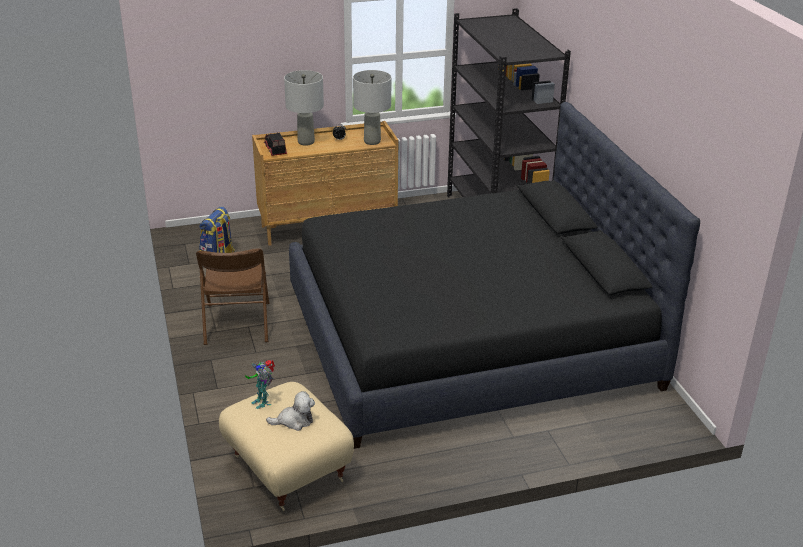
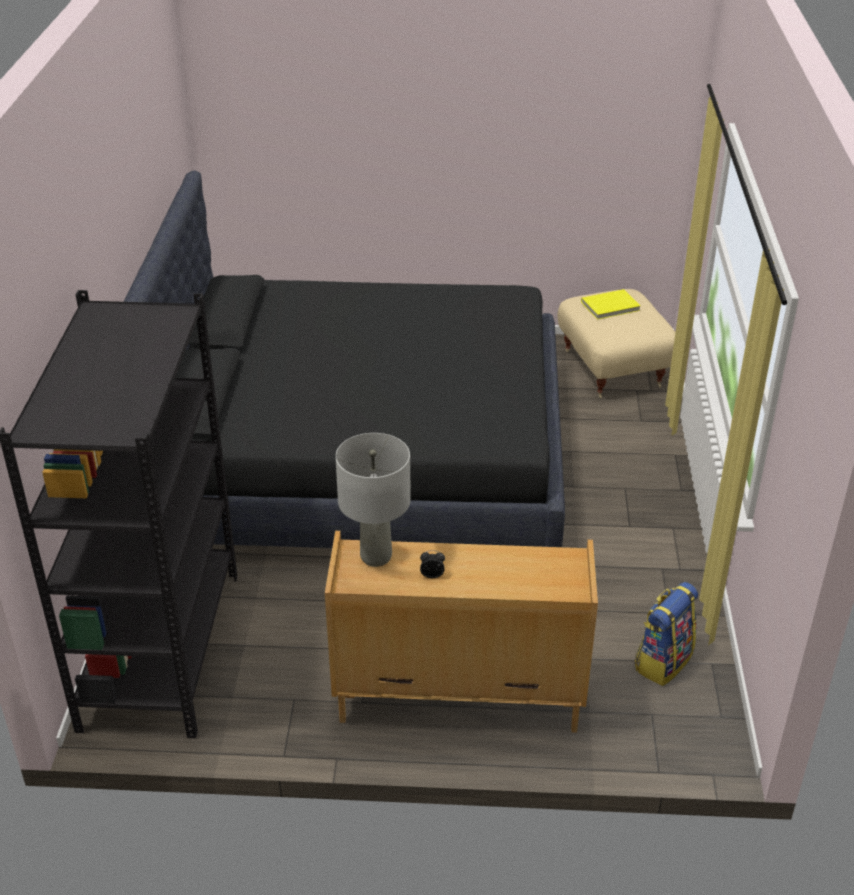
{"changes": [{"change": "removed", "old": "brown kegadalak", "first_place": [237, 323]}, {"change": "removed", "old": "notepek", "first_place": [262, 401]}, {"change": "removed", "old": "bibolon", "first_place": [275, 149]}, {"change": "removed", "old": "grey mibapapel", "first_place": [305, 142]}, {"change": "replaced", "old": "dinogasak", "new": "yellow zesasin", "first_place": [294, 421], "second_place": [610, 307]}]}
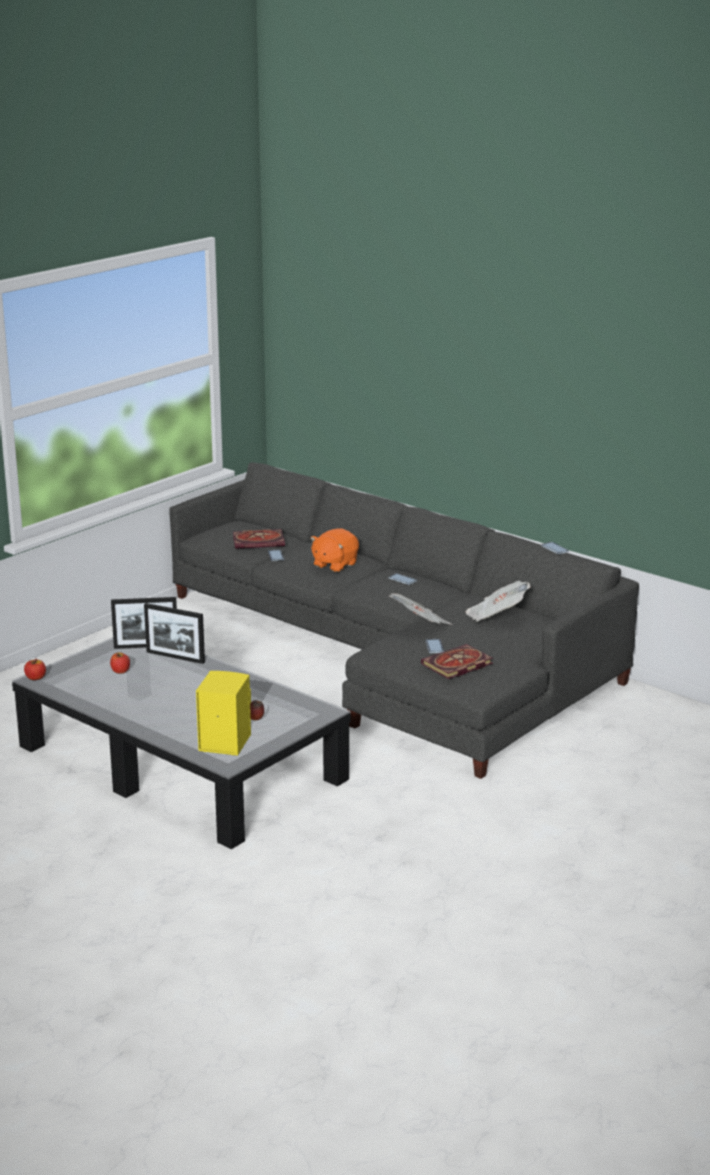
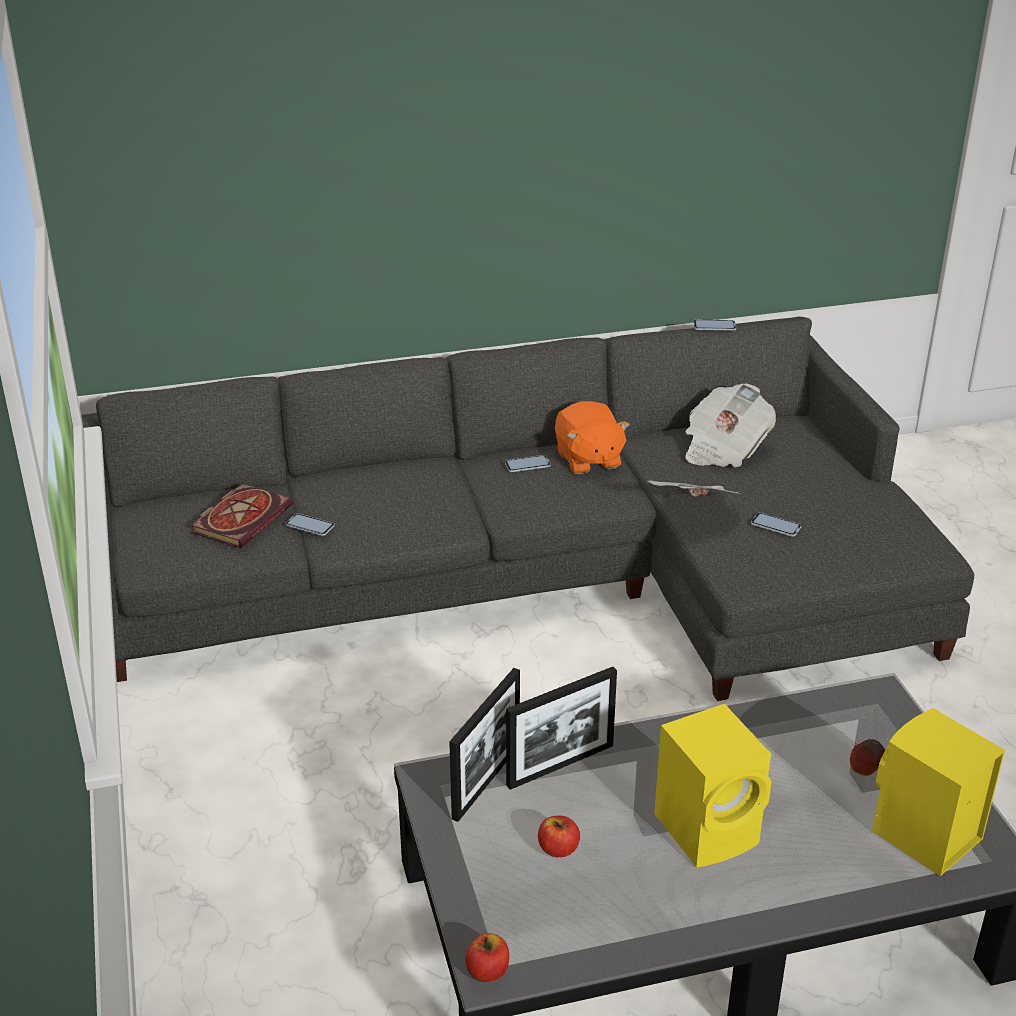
{"changes": [{"change": "removed", "old": "zesasin", "first_place": [456, 665]}, {"change": "added", "new": "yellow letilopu", "second_place": [710, 829]}, {"change": "moved", "old": "orange dinogasak", "first_place": [334, 565], "second_place": [588, 460]}]}
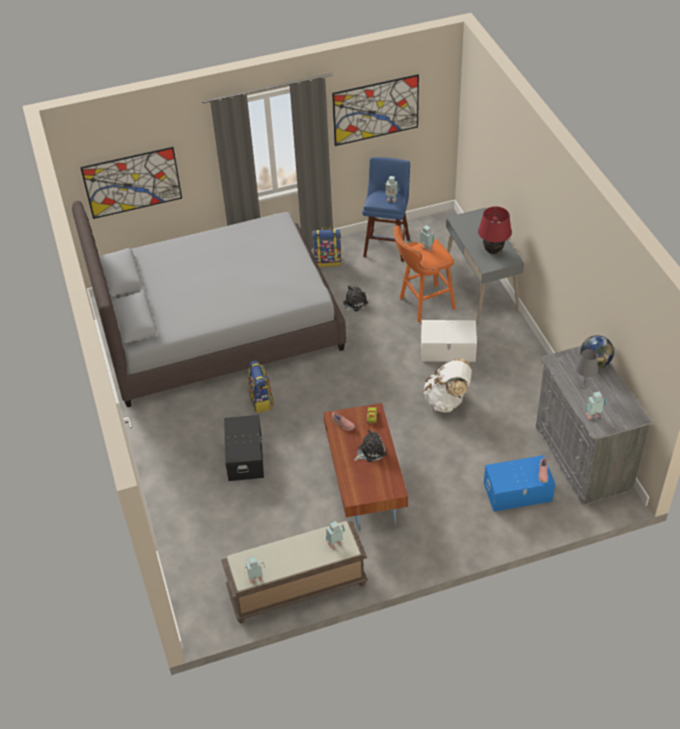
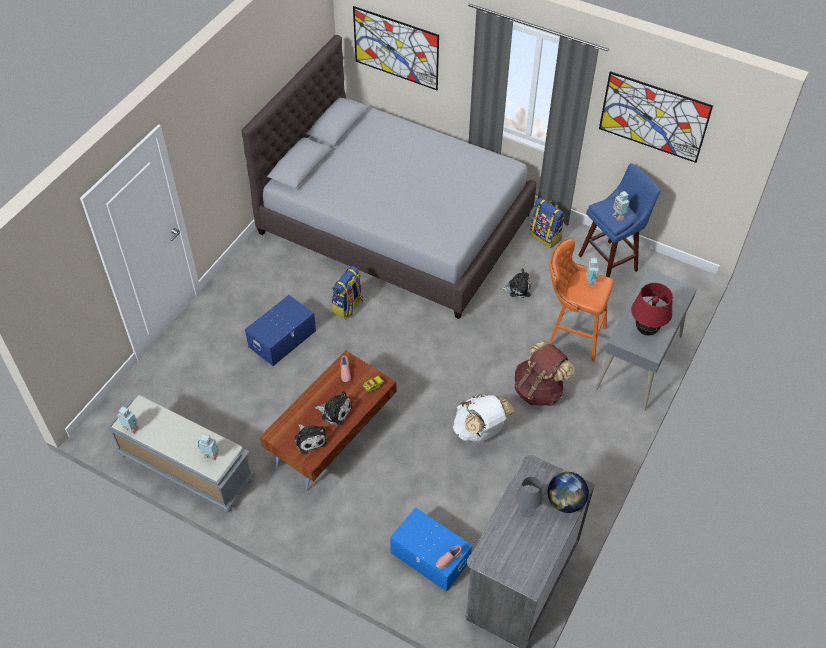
{"changes": [{"change": "removed", "old": "notepek", "first_place": [593, 416]}, {"change": "added", "new": "dinogasak", "second_place": [310, 439]}, {"change": "replaced", "old": "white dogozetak", "new": "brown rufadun", "first_place": [448, 350], "second_place": [539, 390]}, {"change": "recoloured", "old": "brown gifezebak", "new": "grey gifezebak", "first_place": [296, 588], "second_place": [185, 468]}, {"change": "recoloured", "old": "black dogozetak", "new": "blue dogozetak", "first_place": [246, 456], "second_place": [283, 339]}]}
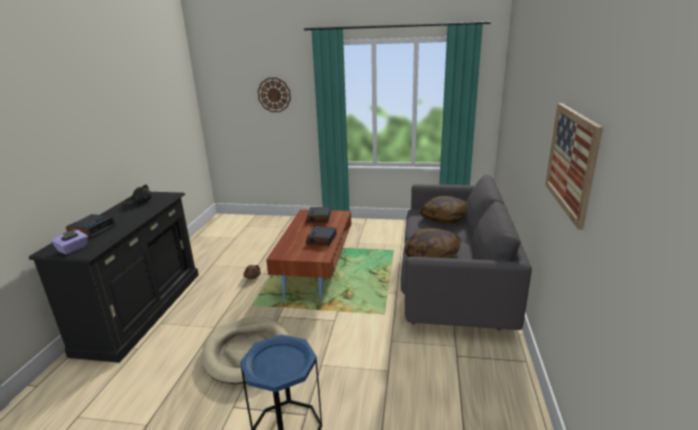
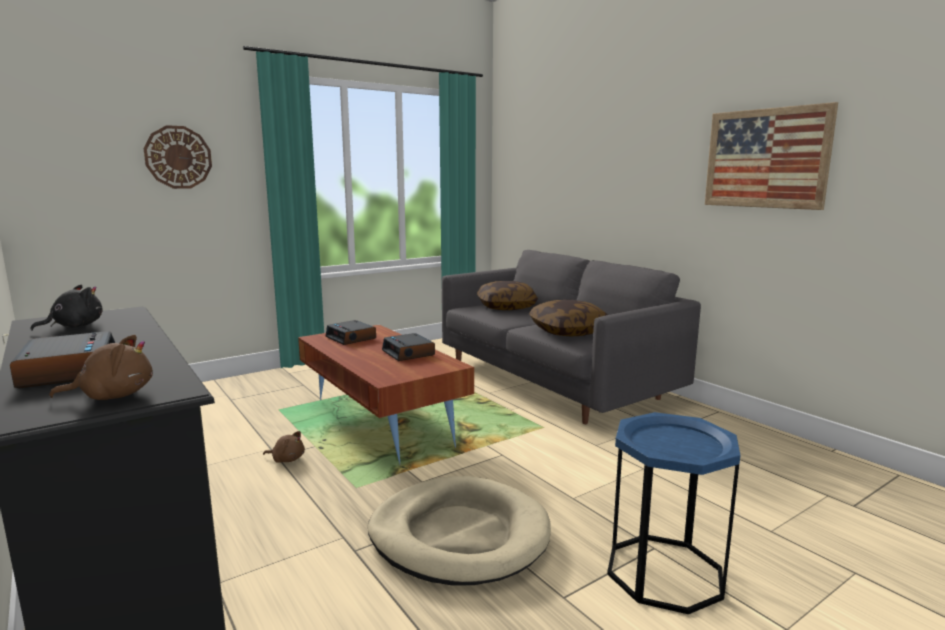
{"changes": [{"change": "replaced", "old": "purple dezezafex", "new": "brown dinogasak", "first_place": [73, 249], "second_place": [113, 396]}]}
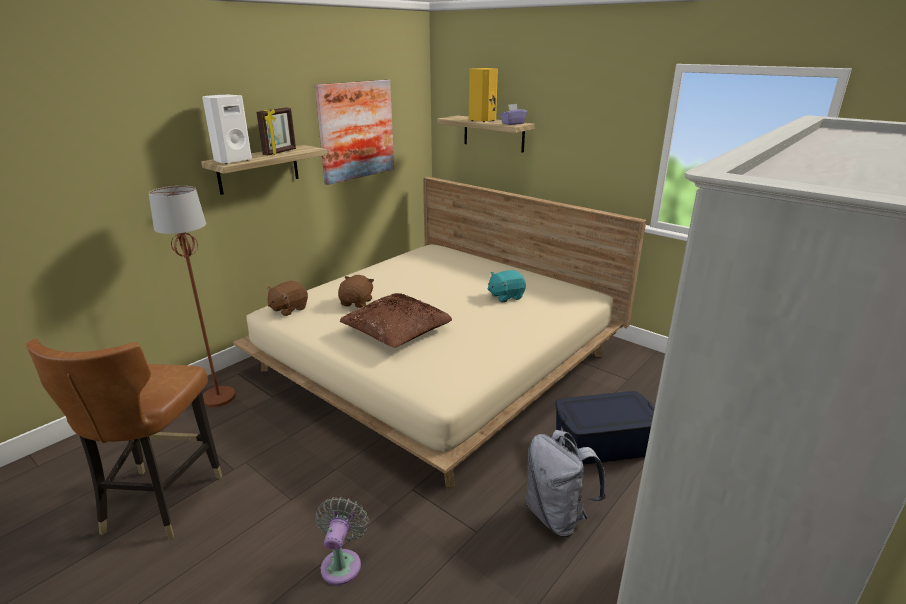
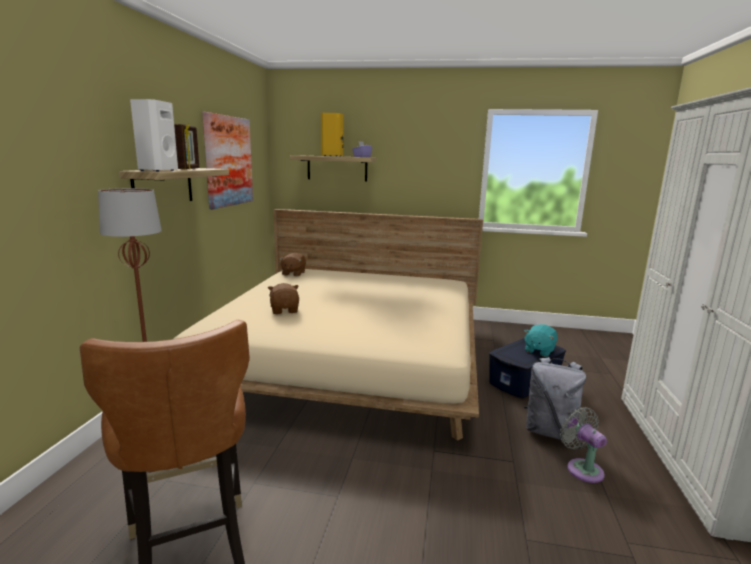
{"changes": [{"change": "removed", "old": "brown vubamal", "first_place": [396, 331]}, {"change": "moved", "old": "brown dinogasak", "first_place": [288, 309], "second_place": [293, 273]}, {"change": "moved", "old": "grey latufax", "first_place": [342, 563], "second_place": [582, 468]}, {"change": "moved", "old": "turquoise dinogasak", "first_place": [505, 296], "second_place": [538, 351]}]}
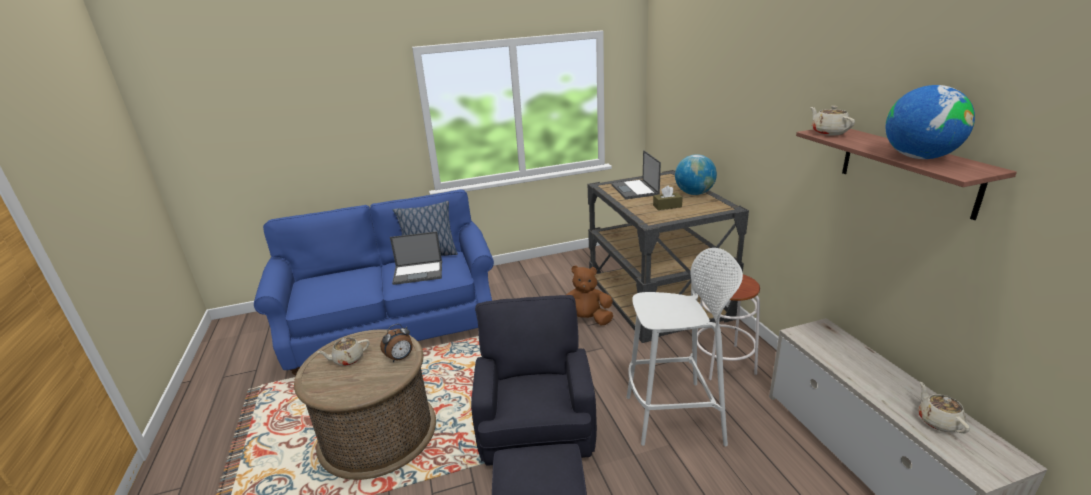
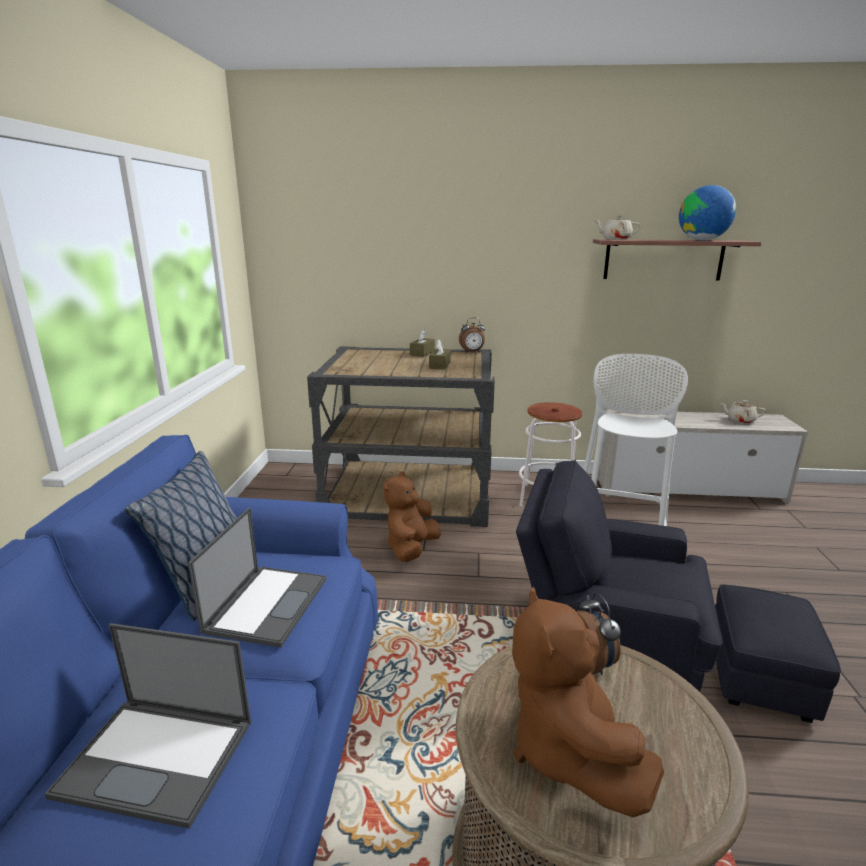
{"changes": [{"change": "added", "new": "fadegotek", "second_place": [472, 352]}, {"change": "moved", "old": "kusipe", "first_place": [635, 190], "second_place": [159, 757]}, {"change": "replaced", "old": "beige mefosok", "new": "brown dinogasak", "first_place": [348, 359], "second_place": [567, 750]}, {"change": "replaced", "old": "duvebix", "new": "brown dezezafex", "first_place": [694, 193], "second_place": [422, 353]}]}
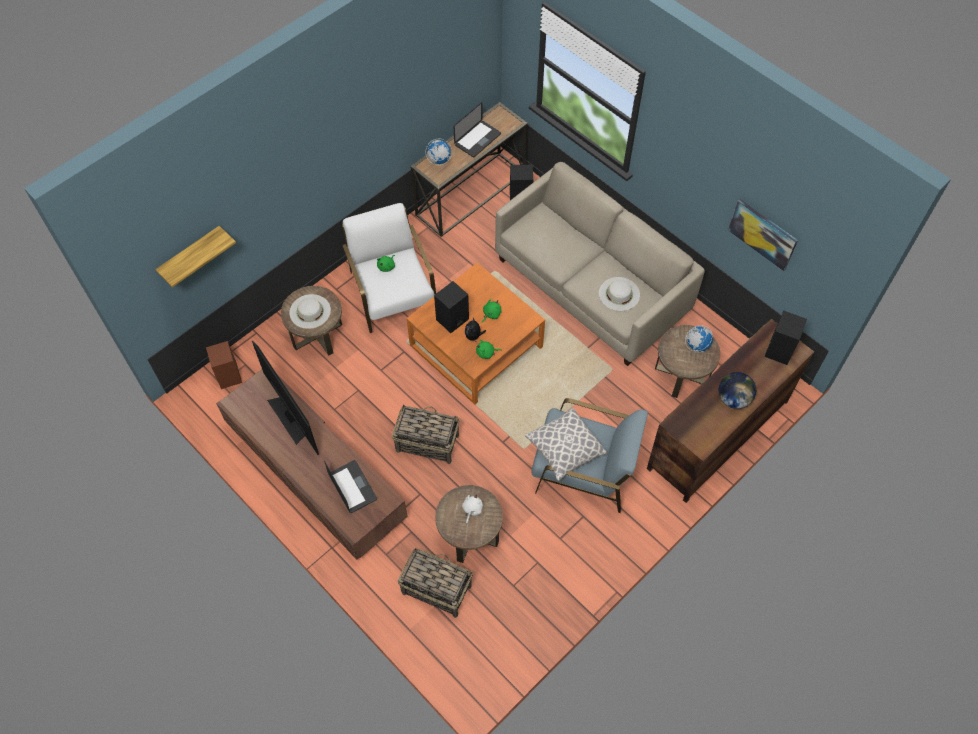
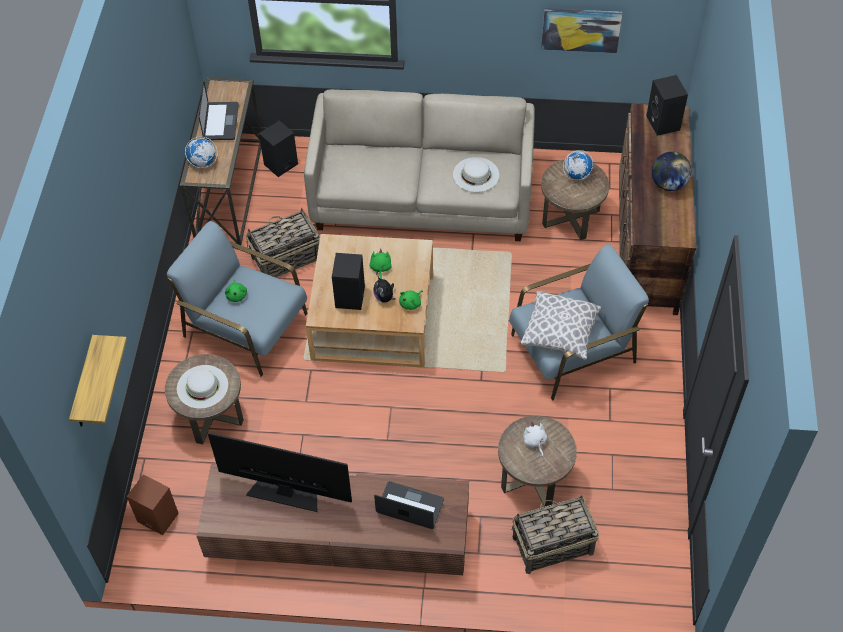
{"changes": [{"change": "moved", "old": "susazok", "first_place": [426, 442], "second_place": [285, 259]}, {"change": "recoloured", "old": "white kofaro", "new": "blue kofaro", "first_place": [393, 294], "second_place": [247, 327]}, {"change": "recoloured", "old": "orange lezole", "new": "beige lezole", "first_place": [476, 346], "second_place": [373, 317]}]}
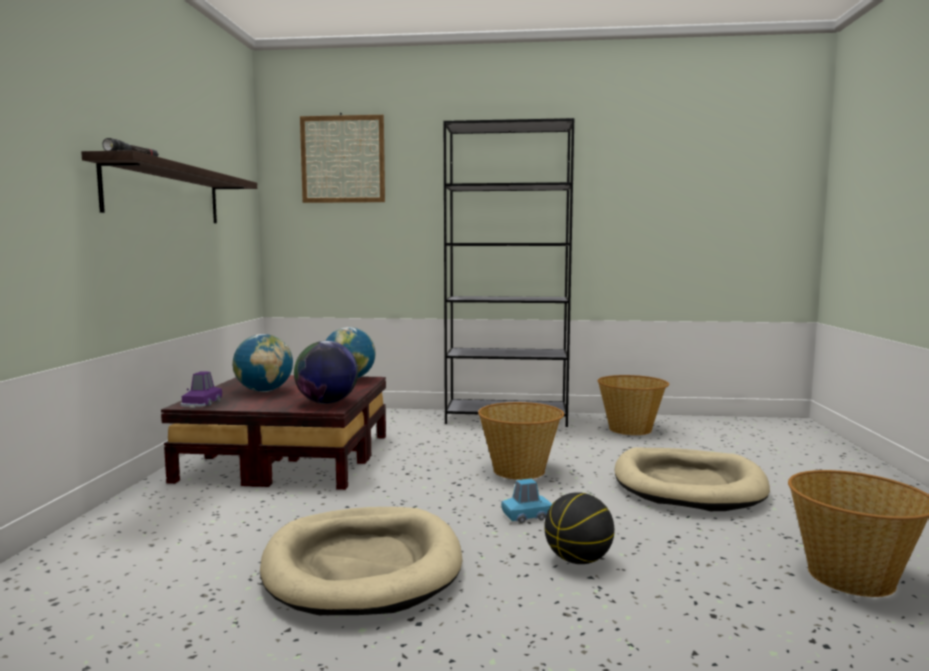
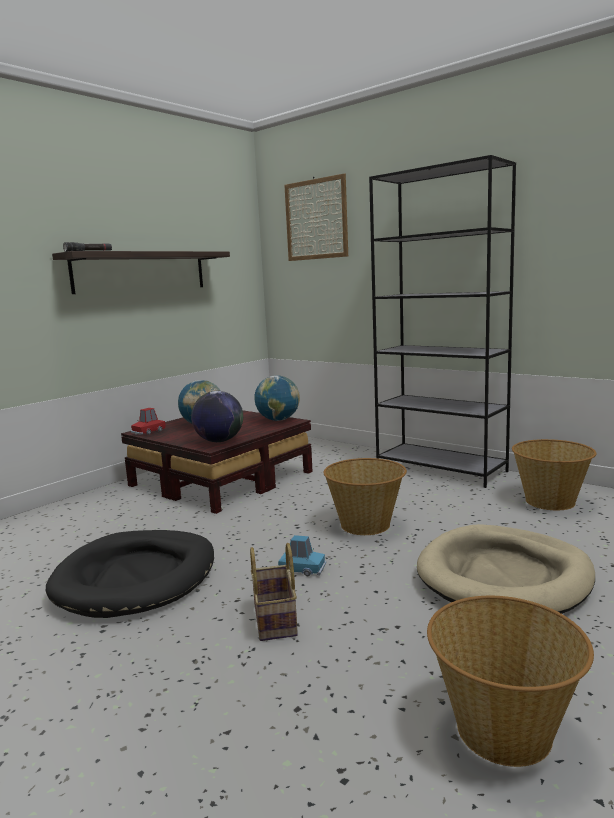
{"changes": [{"change": "replaced", "old": "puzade", "new": "susazok", "first_place": [578, 560], "second_place": [276, 620]}, {"change": "recoloured", "old": "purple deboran", "new": "red deboran", "first_place": [202, 404], "second_place": [148, 432]}, {"change": "recoloured", "old": "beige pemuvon", "new": "black pemuvon", "first_place": [363, 566], "second_place": [136, 577]}]}
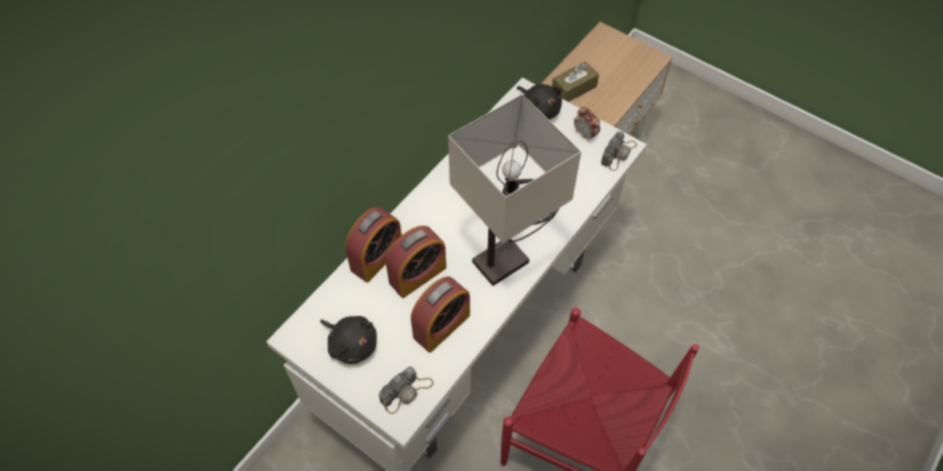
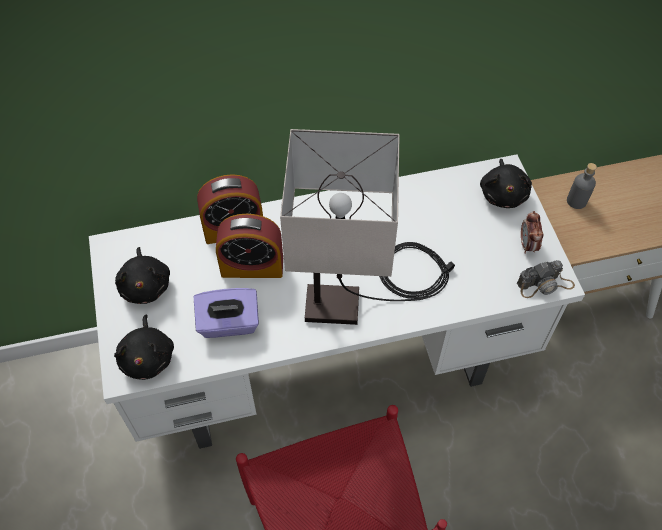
{"changes": [{"change": "replaced", "old": "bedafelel", "new": "black dinogasak", "first_place": [406, 392], "second_place": [148, 357]}, {"change": "replaced", "old": "fadegotek", "new": "purple dezezafex", "first_place": [441, 326], "second_place": [229, 324]}, {"change": "replaced", "old": "brown dezezafex", "new": "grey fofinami", "first_place": [574, 88], "second_place": [576, 201]}]}
